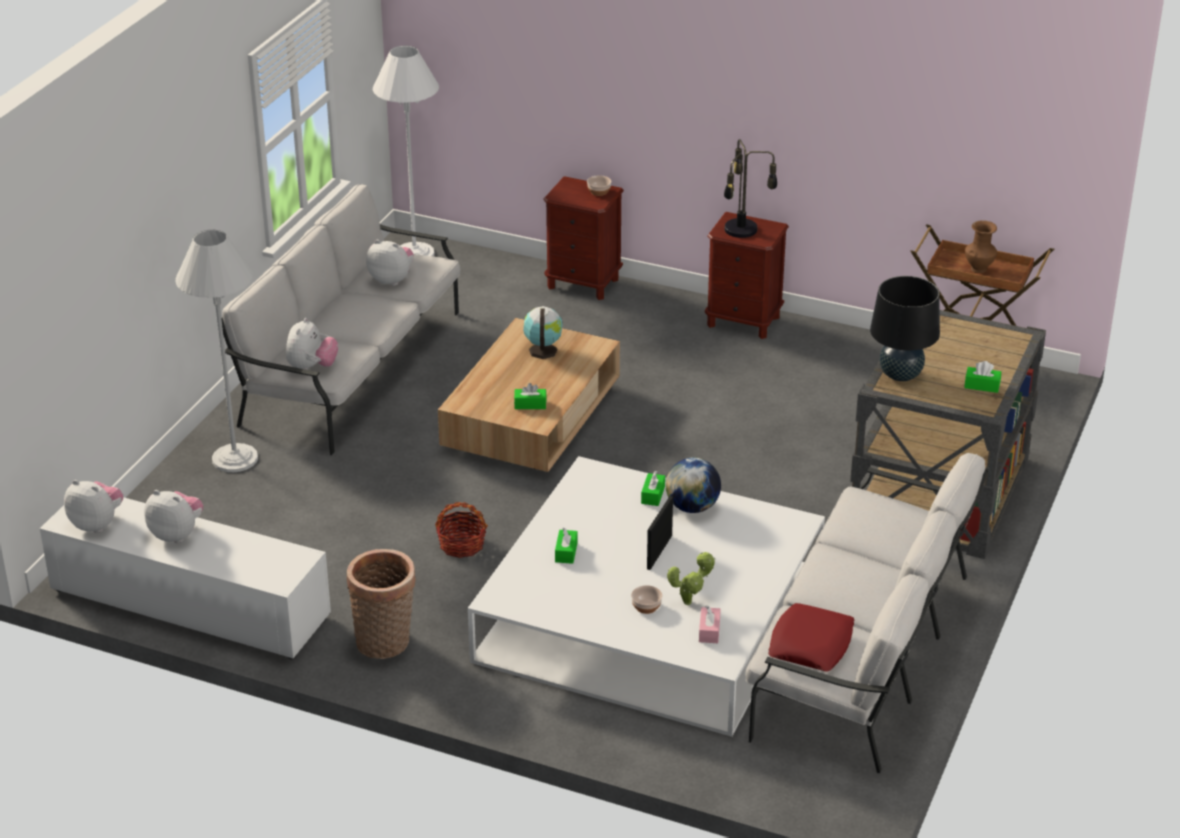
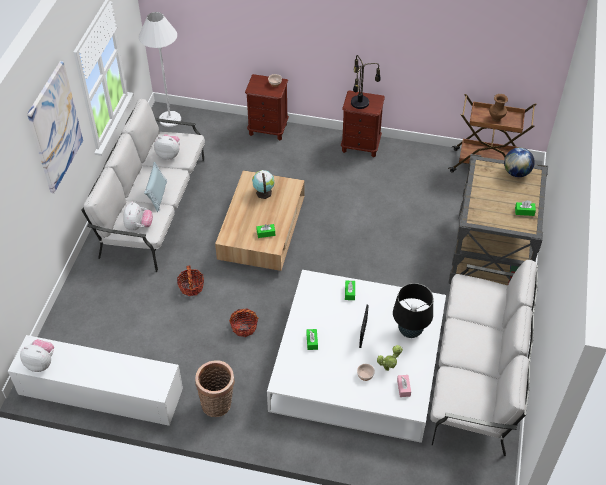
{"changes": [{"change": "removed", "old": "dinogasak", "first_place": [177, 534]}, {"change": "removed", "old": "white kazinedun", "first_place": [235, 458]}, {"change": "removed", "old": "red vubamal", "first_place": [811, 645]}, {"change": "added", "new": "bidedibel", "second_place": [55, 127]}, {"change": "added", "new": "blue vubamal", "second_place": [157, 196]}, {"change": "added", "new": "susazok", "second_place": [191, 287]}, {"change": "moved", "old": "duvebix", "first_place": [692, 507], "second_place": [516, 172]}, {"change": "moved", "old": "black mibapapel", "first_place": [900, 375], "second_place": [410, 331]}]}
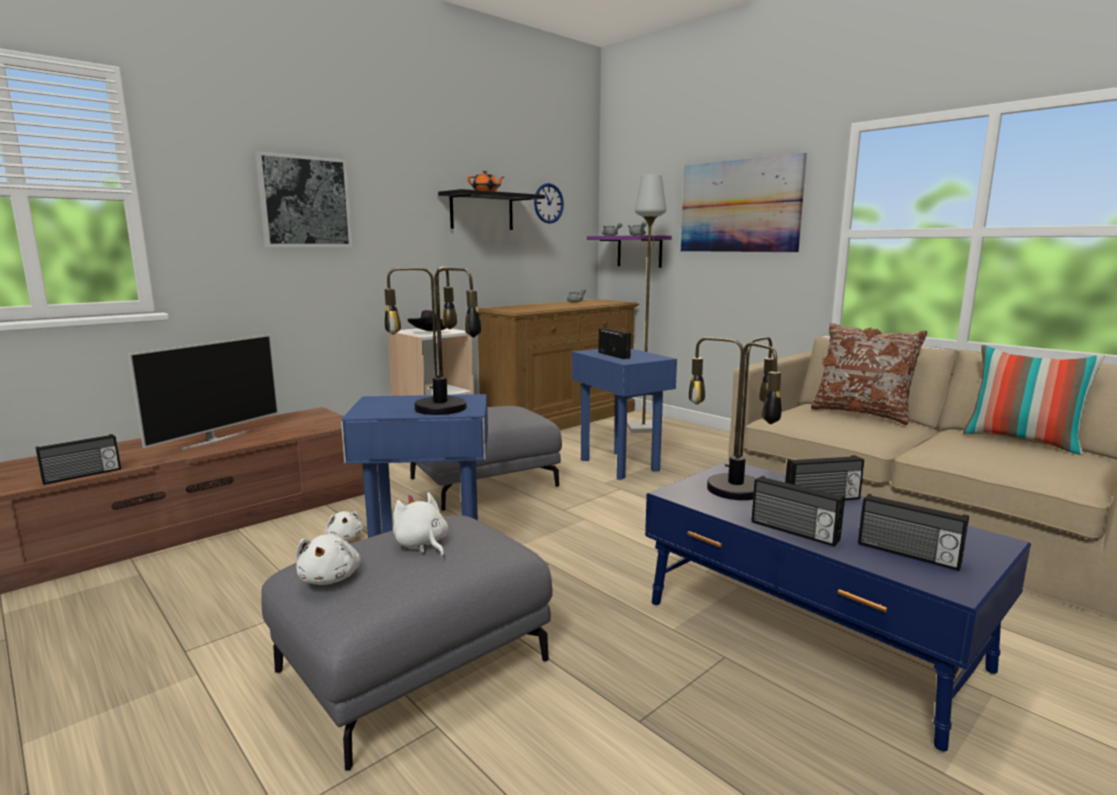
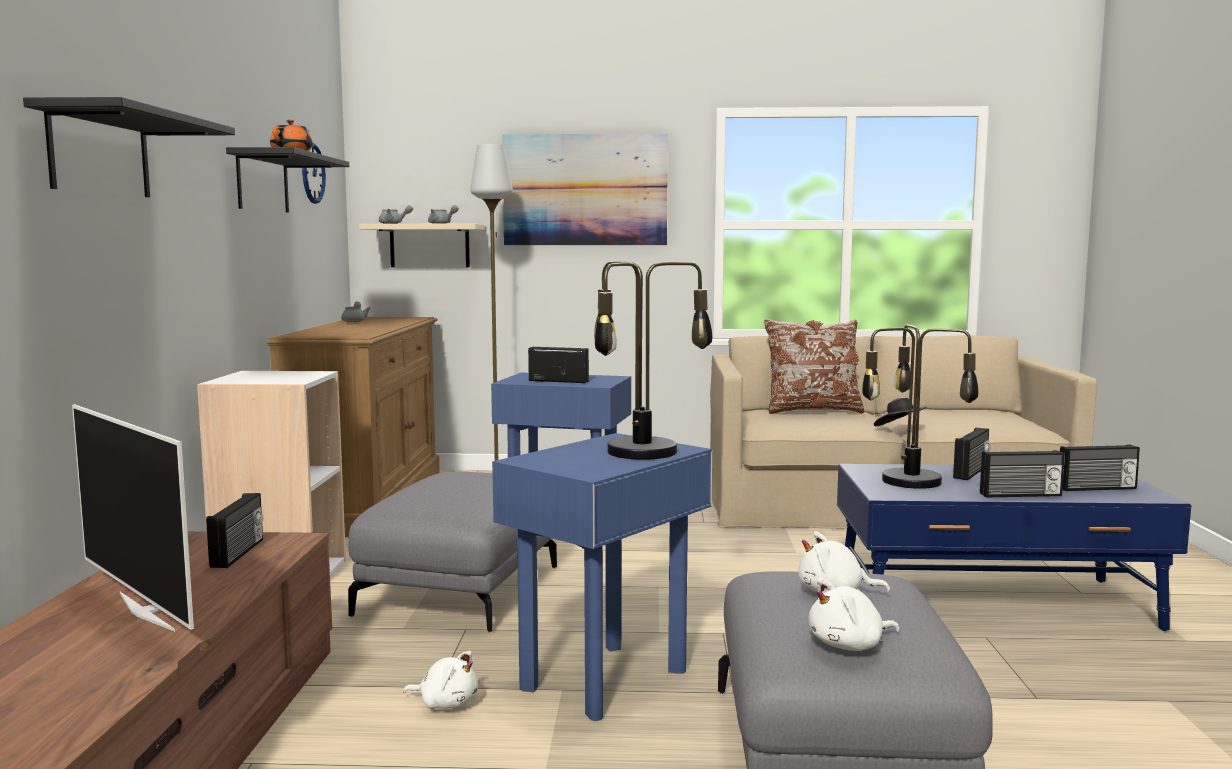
{"changes": [{"change": "removed", "old": "vubamal", "first_place": [1022, 441]}, {"change": "moved", "old": "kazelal", "first_place": [82, 475], "second_place": [239, 553]}, {"change": "moved", "old": "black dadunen", "first_place": [428, 333], "second_place": [899, 429]}, {"change": "replaced", "old": "bidedibel", "new": "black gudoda", "first_place": [305, 202], "second_place": [100, 154]}, {"change": "recoloured", "old": "purple gudoda", "new": "beige gudoda", "first_place": [639, 251], "second_place": [429, 246]}, {"change": "turned", "old": "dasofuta", "first_place": [214, 440], "second_place": [148, 610], "degrees": 150}, {"change": "turned", "old": "white dinogasak", "first_place": [331, 578], "second_place": [849, 645], "degrees": 120}]}
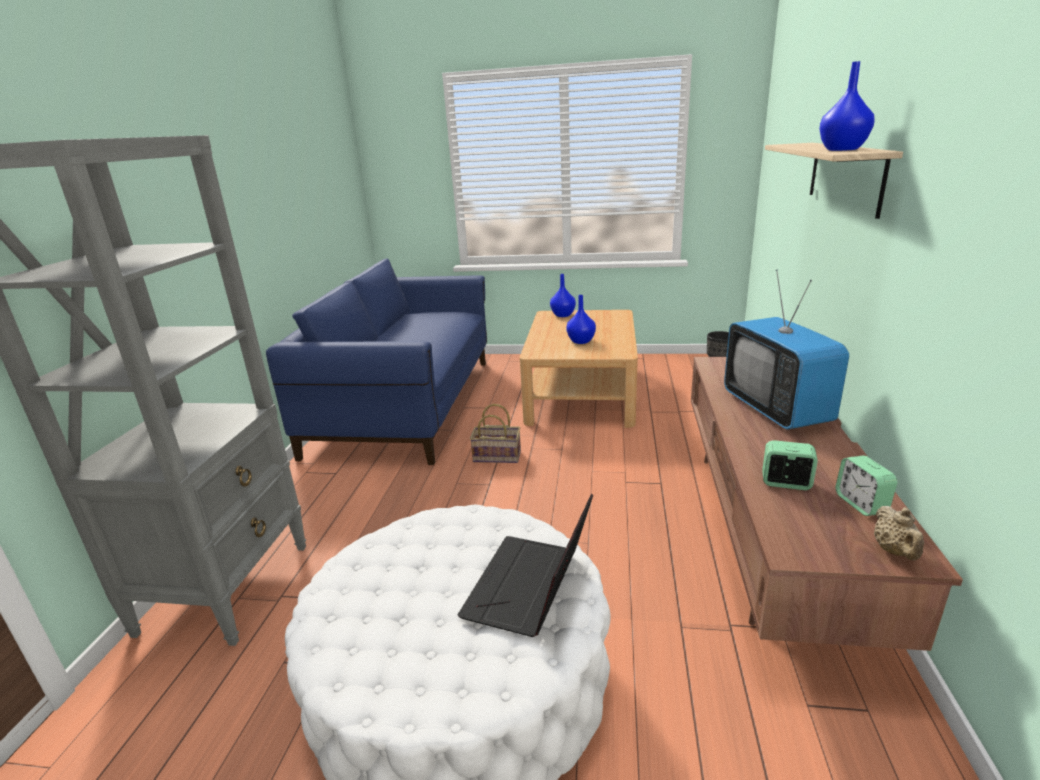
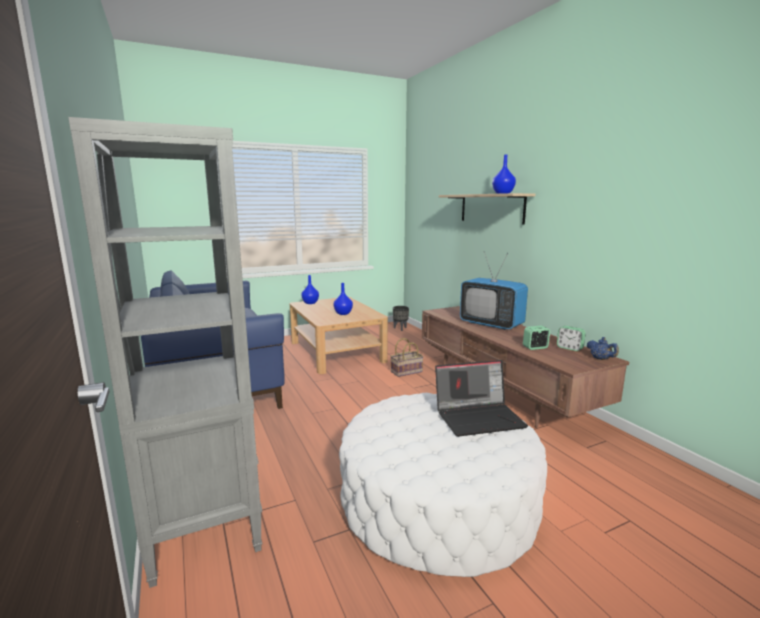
{"changes": [{"change": "moved", "old": "susazok", "first_place": [498, 456], "second_place": [407, 371]}, {"change": "recoloured", "old": "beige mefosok", "new": "blue mefosok", "first_place": [895, 551], "second_place": [601, 359]}, {"change": "turned", "old": "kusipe", "first_place": [530, 588], "second_place": [479, 417], "degrees": -90}]}
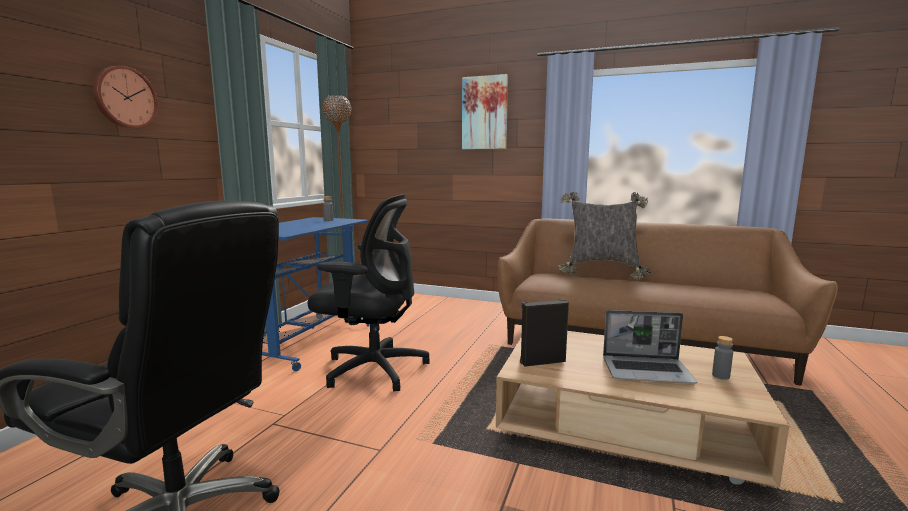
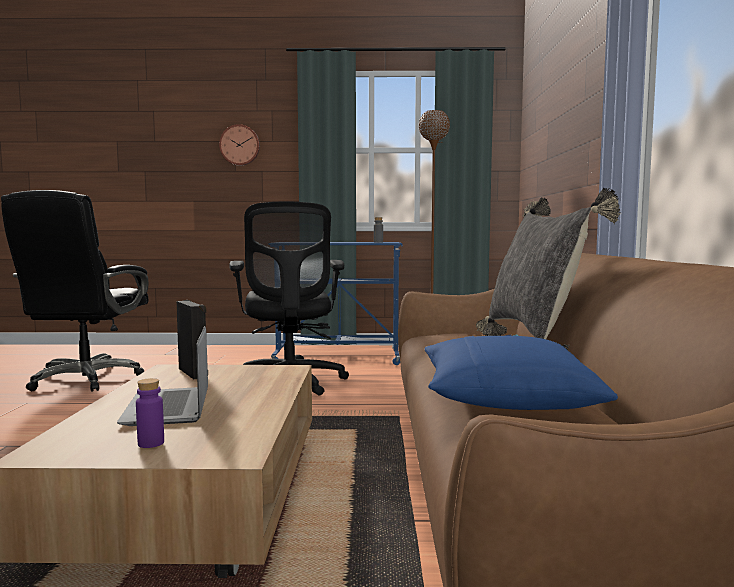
{"changes": [{"change": "removed", "old": "bidedibel", "first_place": [484, 113]}, {"change": "added", "new": "blue vubamal", "second_place": [506, 401]}, {"change": "recoloured", "old": "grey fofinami", "new": "purple fofinami", "first_place": [720, 376], "second_place": [151, 443]}]}
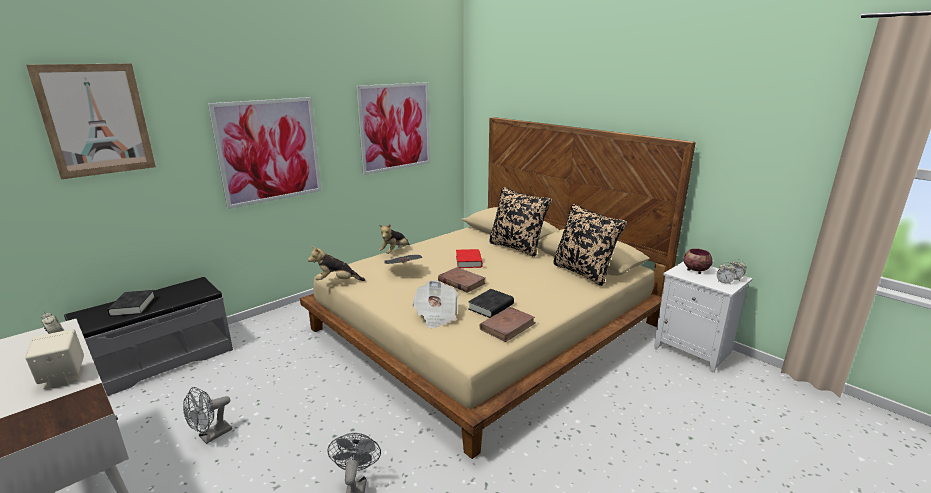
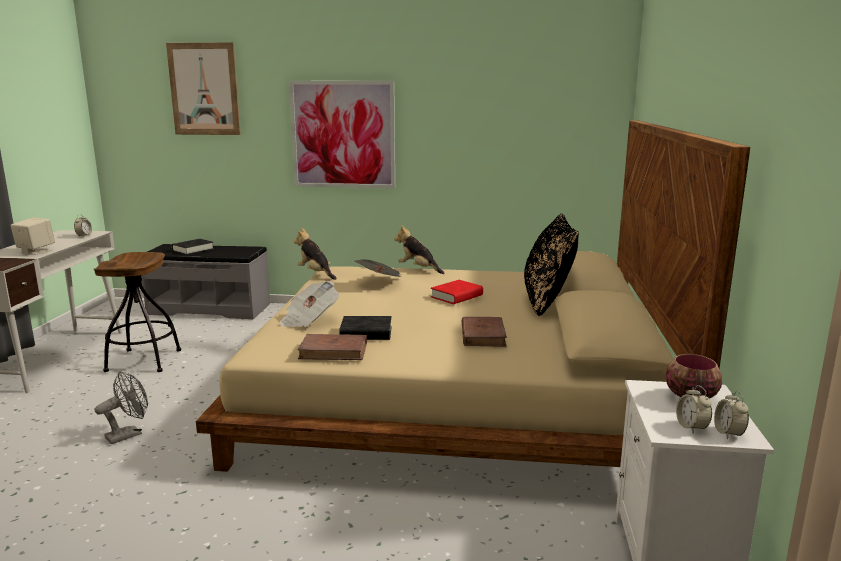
{"changes": [{"change": "removed", "old": "bidedibel", "first_place": [395, 127]}, {"change": "removed", "old": "black vubamal", "first_place": [583, 274]}, {"change": "moved", "old": "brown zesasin", "first_place": [461, 282], "second_place": [483, 335]}, {"change": "replaced", "old": "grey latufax", "new": "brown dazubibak", "first_place": [211, 436], "second_place": [143, 360]}, {"change": "turned", "old": "dinogasak", "first_place": [394, 252], "second_place": [418, 269], "degrees": 45}]}
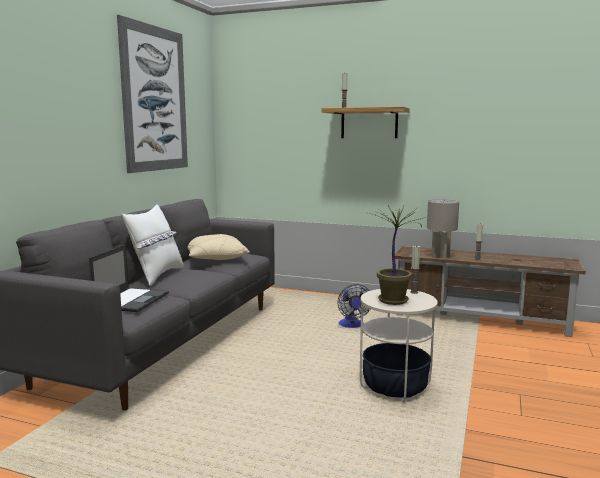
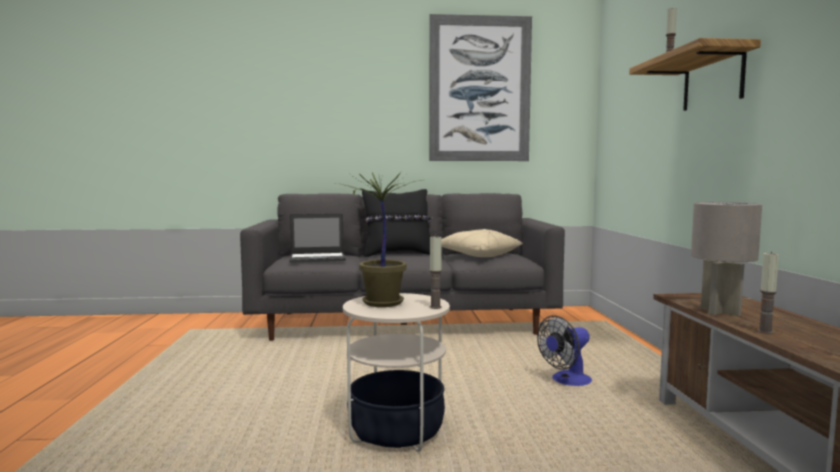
{"changes": [{"change": "recoloured", "old": "white vubamal", "new": "black vubamal", "first_place": [157, 275], "second_place": [397, 254]}]}
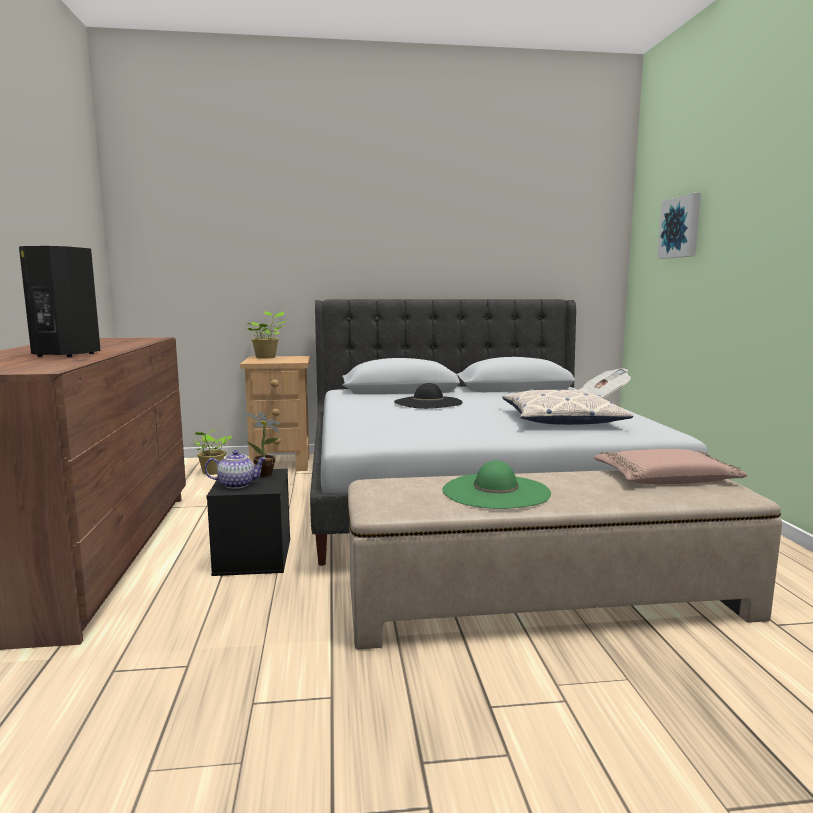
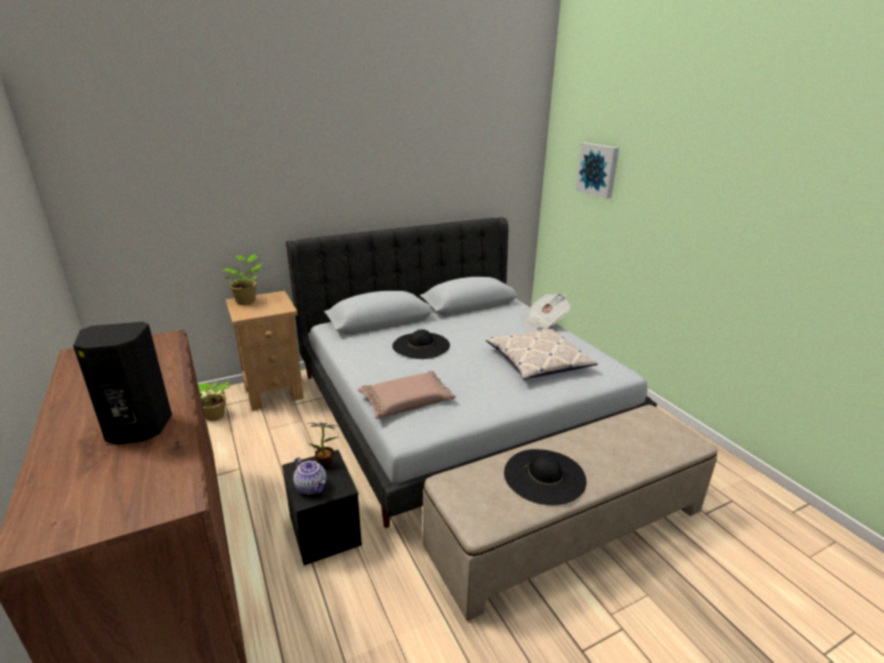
{"changes": [{"change": "moved", "old": "beige vubamal", "first_place": [666, 476], "second_place": [406, 399]}, {"change": "recoloured", "old": "green dadunen", "new": "black dadunen", "first_place": [496, 491], "second_place": [544, 476]}, {"change": "turned", "old": "mefosok", "first_place": [237, 484], "second_place": [312, 487], "degrees": 75}]}
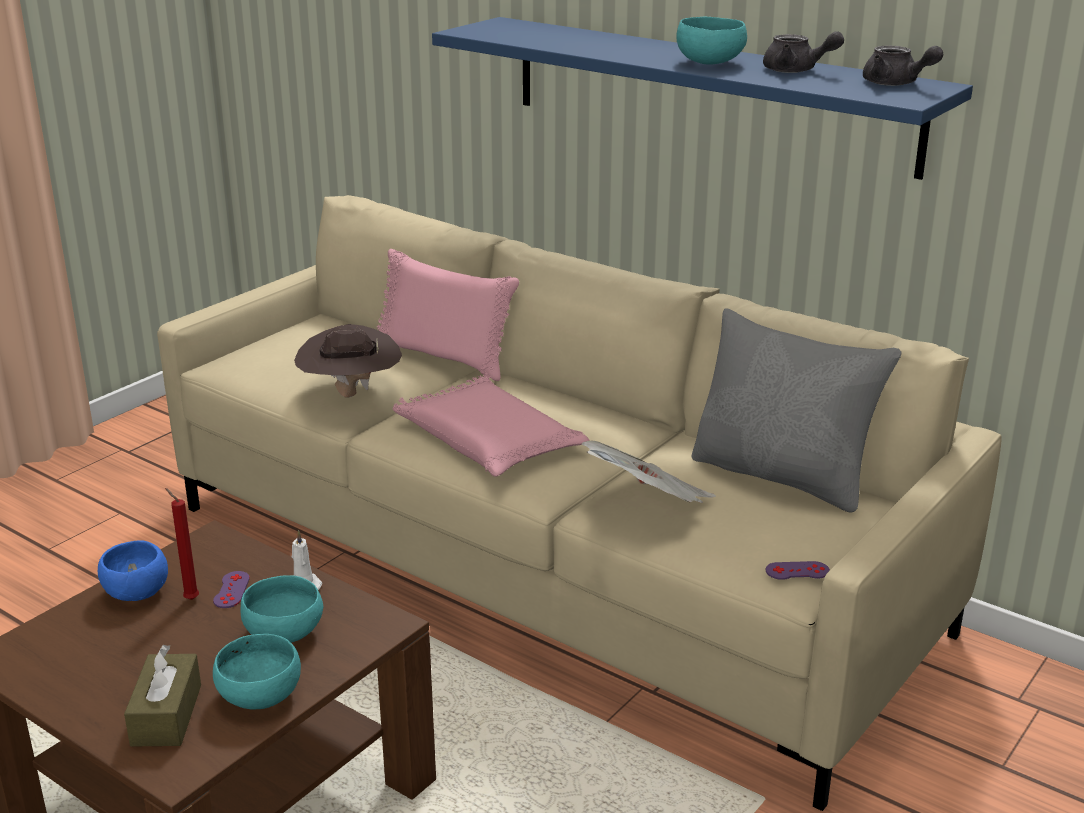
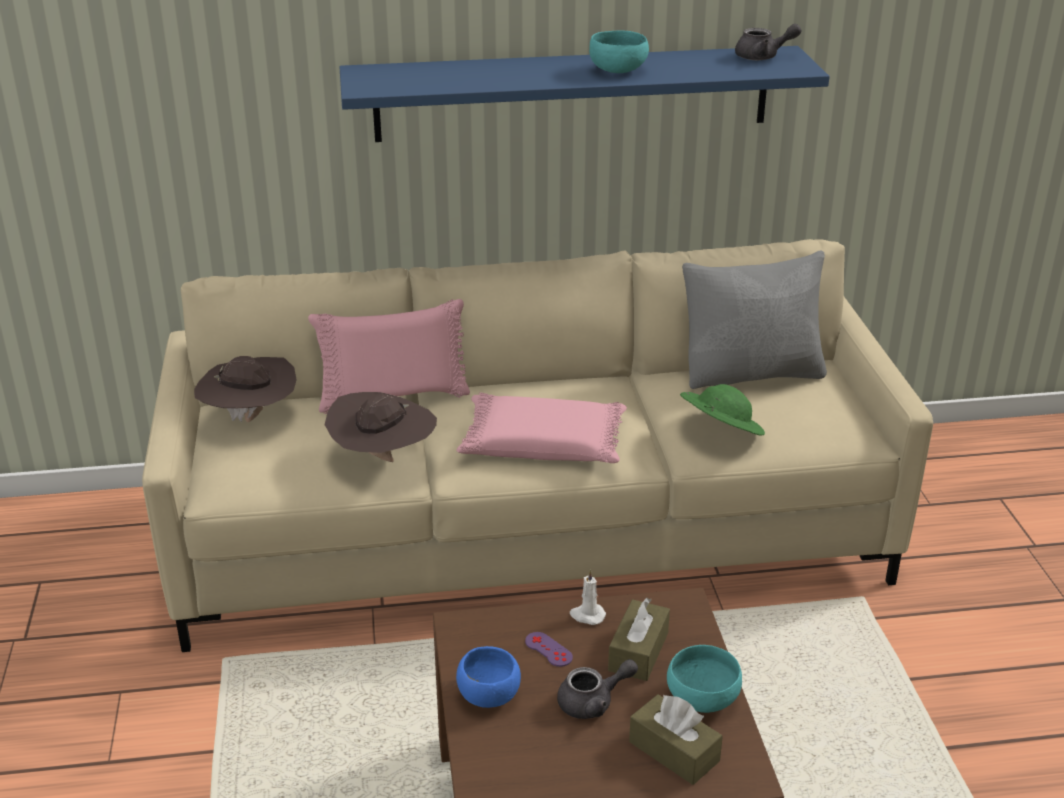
{"changes": [{"change": "removed", "old": "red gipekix", "first_place": [189, 599]}, {"change": "removed", "old": "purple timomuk", "first_place": [797, 571]}, {"change": "added", "new": "brown dadunen", "second_place": [250, 418]}, {"change": "moved", "old": "grey mefosok", "first_place": [796, 70], "second_place": [593, 702]}, {"change": "replaced", "old": "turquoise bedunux", "new": "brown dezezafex", "first_place": [285, 633], "second_place": [638, 651]}, {"change": "replaced", "old": "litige", "new": "green dadunen", "first_place": [649, 504], "second_place": [719, 432]}]}
